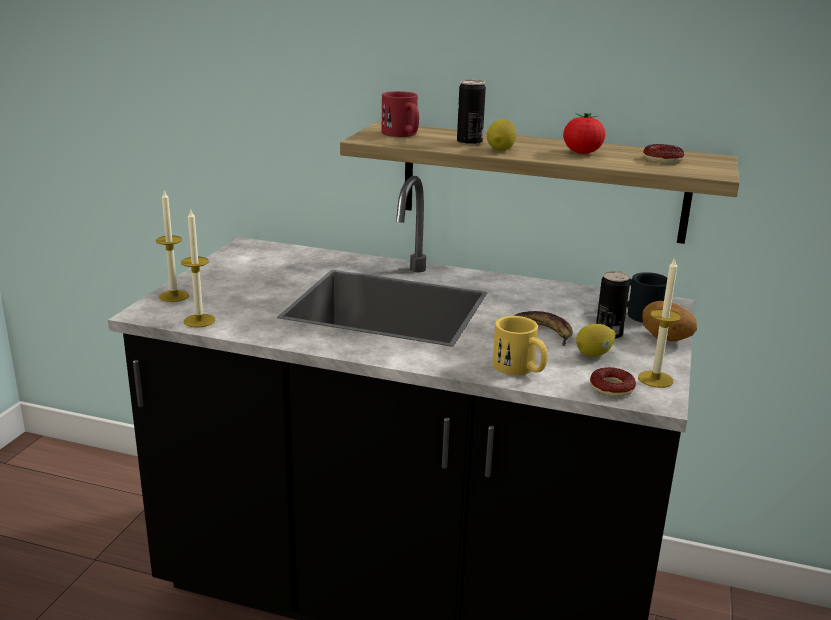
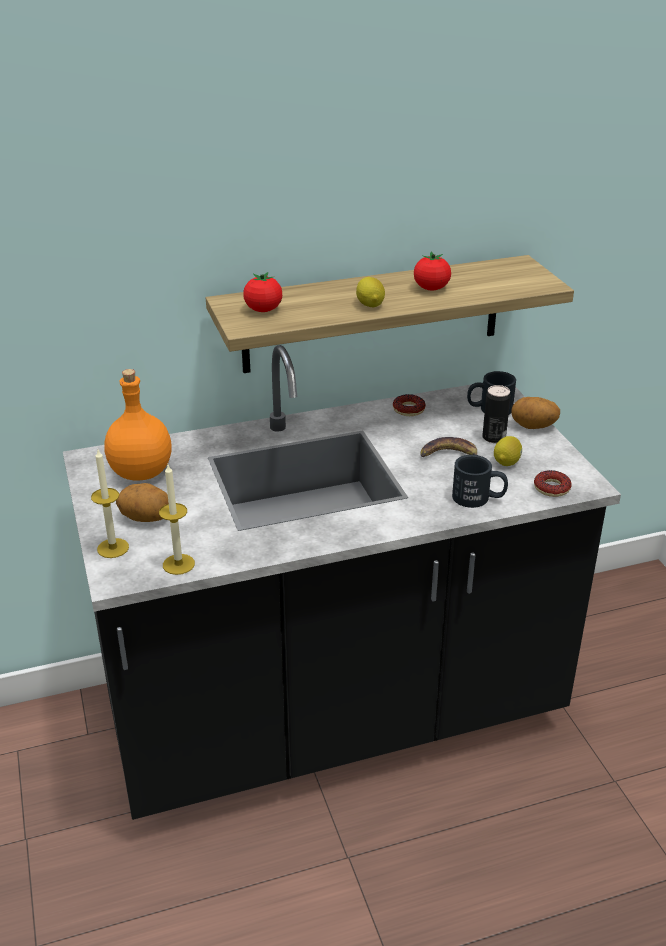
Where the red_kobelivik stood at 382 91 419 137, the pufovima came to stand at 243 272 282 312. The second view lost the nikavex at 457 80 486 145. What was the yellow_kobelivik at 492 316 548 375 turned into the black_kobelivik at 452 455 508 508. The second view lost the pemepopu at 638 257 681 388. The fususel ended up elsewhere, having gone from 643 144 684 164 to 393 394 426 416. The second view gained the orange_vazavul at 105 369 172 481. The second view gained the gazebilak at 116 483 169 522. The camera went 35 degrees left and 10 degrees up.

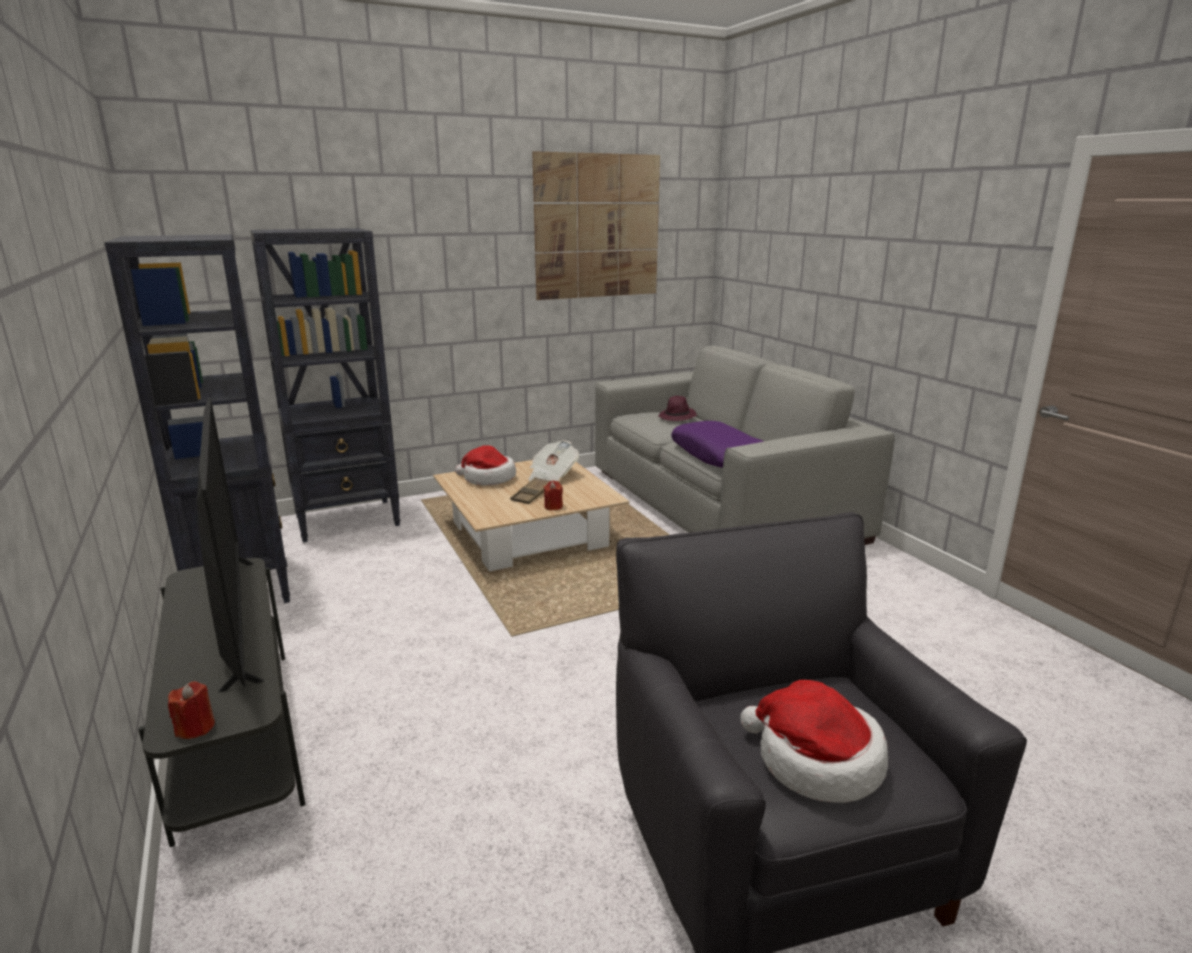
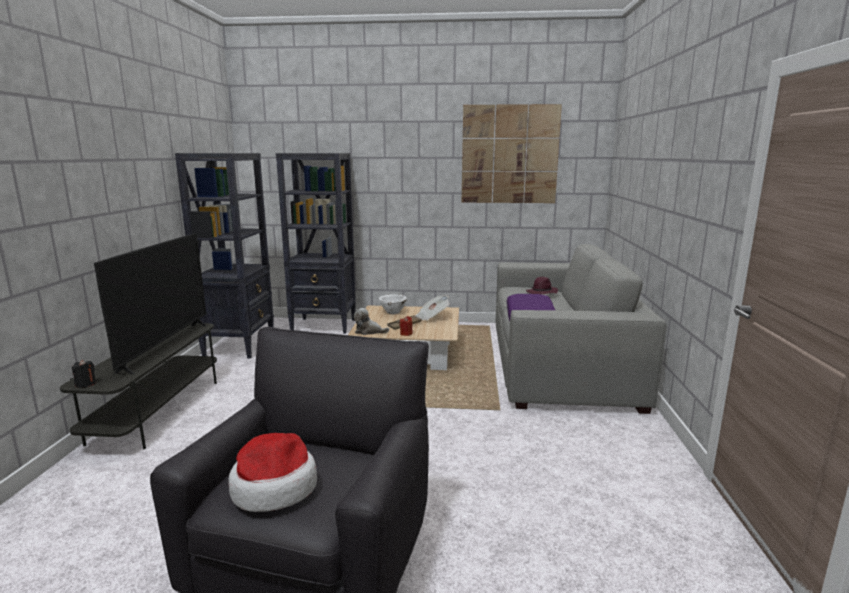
What was the red_pemepopu at 168 682 215 739 turned into the black_pemepopu at 72 360 96 388. Where the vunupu stood at 455 445 516 486, the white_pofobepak came to stand at 379 295 407 314. The second view gained the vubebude at 353 308 389 335. The camera went 30 degrees right and 5 degrees down.

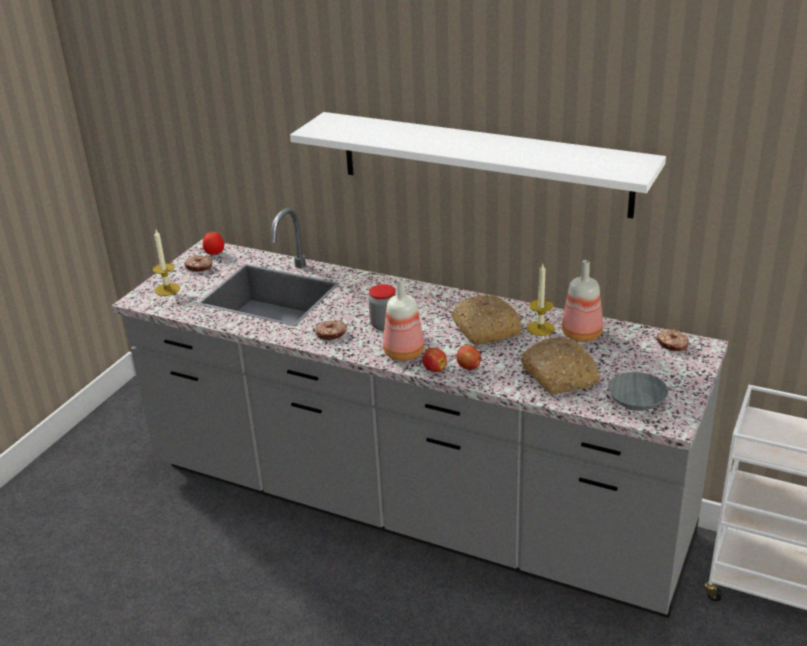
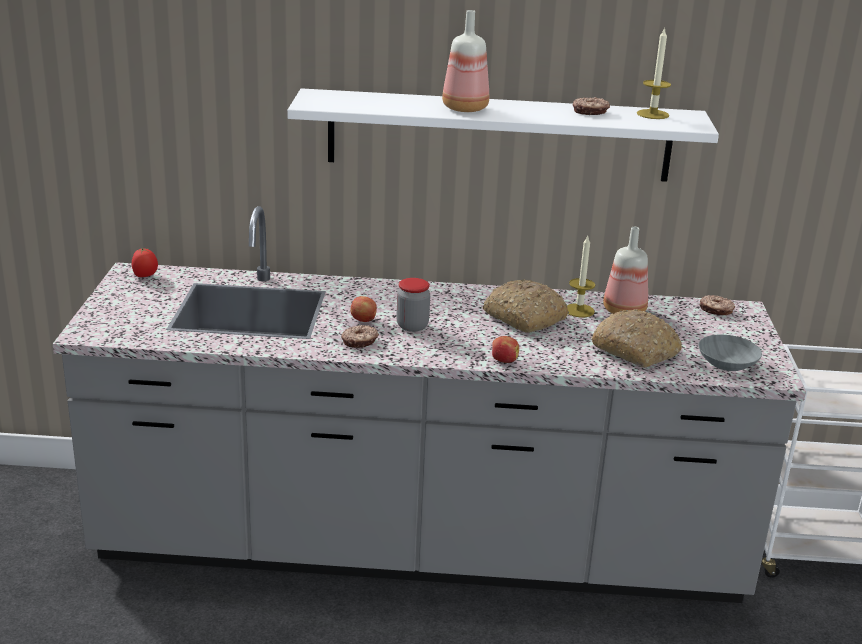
The pemepopu ended up elsewhere, having gone from 152 230 180 296 to 637 27 671 119. The fususel ended up elsewhere, having gone from 184 255 212 272 to 573 97 610 115. The vazavul ended up elsewhere, having gone from 383 278 424 361 to 442 10 489 112. The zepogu ended up elsewhere, having gone from 456 345 481 370 to 350 296 377 322. The camera went 25 degrees left and 5 degrees down.

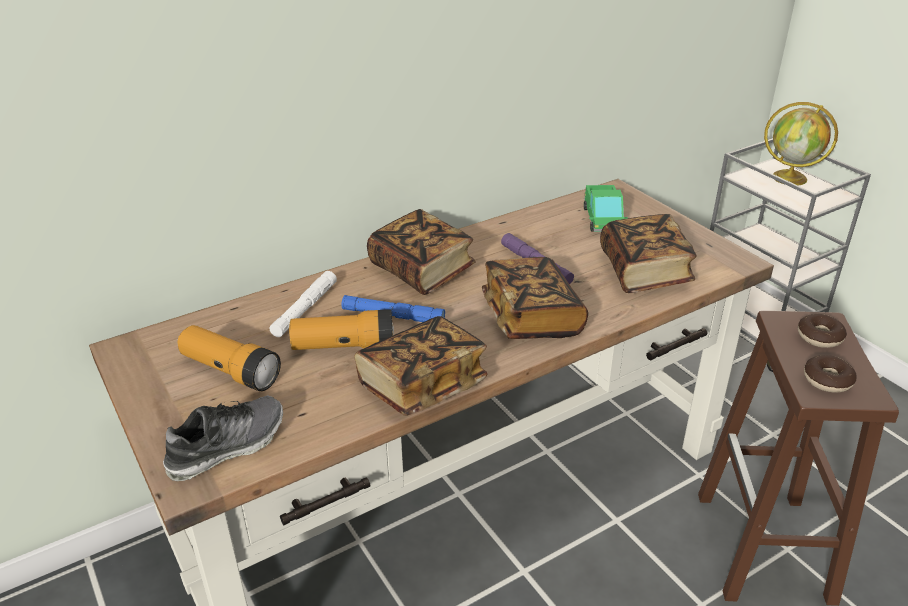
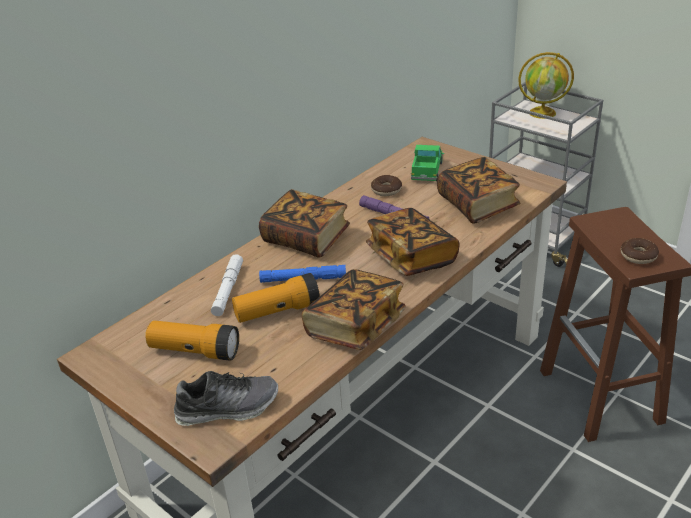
The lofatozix at 163 395 283 481 ended up facing another way, 45 degrees clockwise from before. The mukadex at 584 185 628 232 ended up facing another way, 150 degrees counterclockwise from before. The fususel ended up elsewhere, having gone from 798 314 847 348 to 371 175 402 196. The camera went 15 degrees left and 0 degrees up.

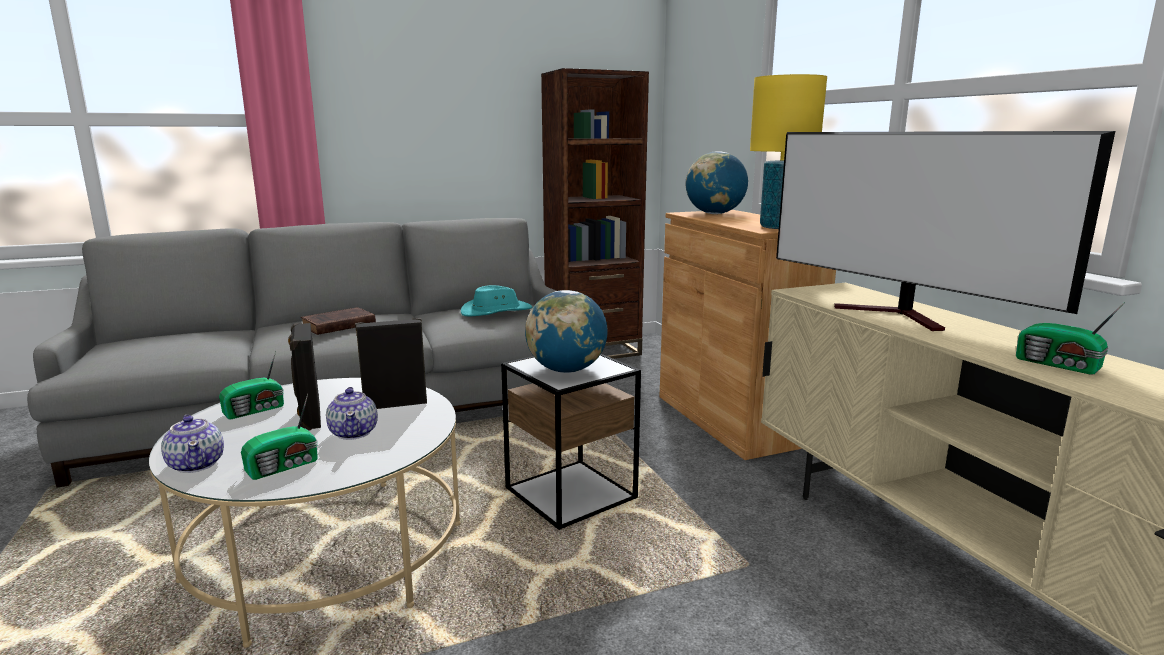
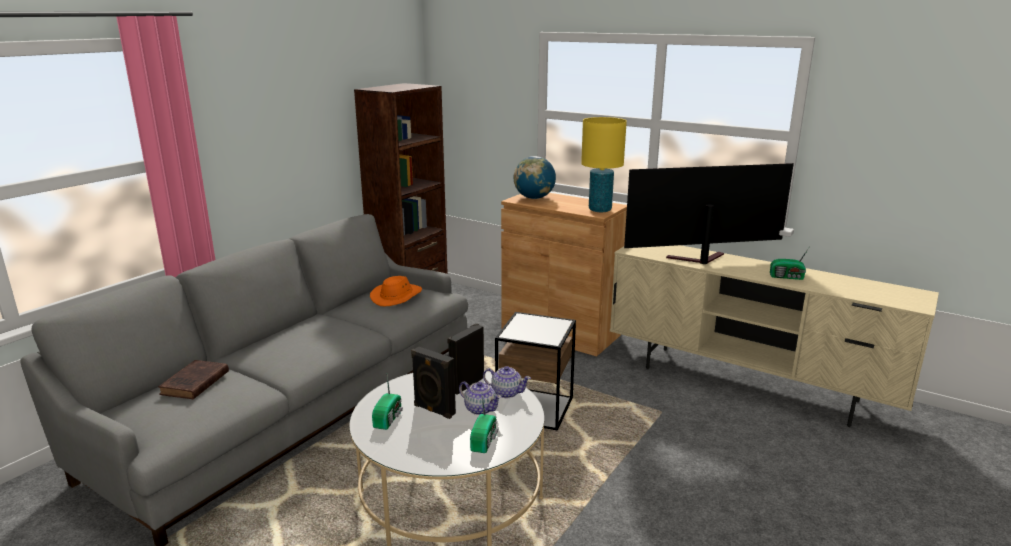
The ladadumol ended up elsewhere, having gone from 161 415 224 473 to 483 366 531 398. The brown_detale ended up elsewhere, having gone from 301 307 376 335 to 158 360 229 399. What was the turquoise_vunupu at 461 285 532 316 turned into the orange_vunupu at 370 276 422 306. The second view lost the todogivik at 525 290 608 373. The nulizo at 776 131 1115 331 ended up facing another way, 150 degrees clockwise from before. The camera went 35 degrees left and 5 degrees up.

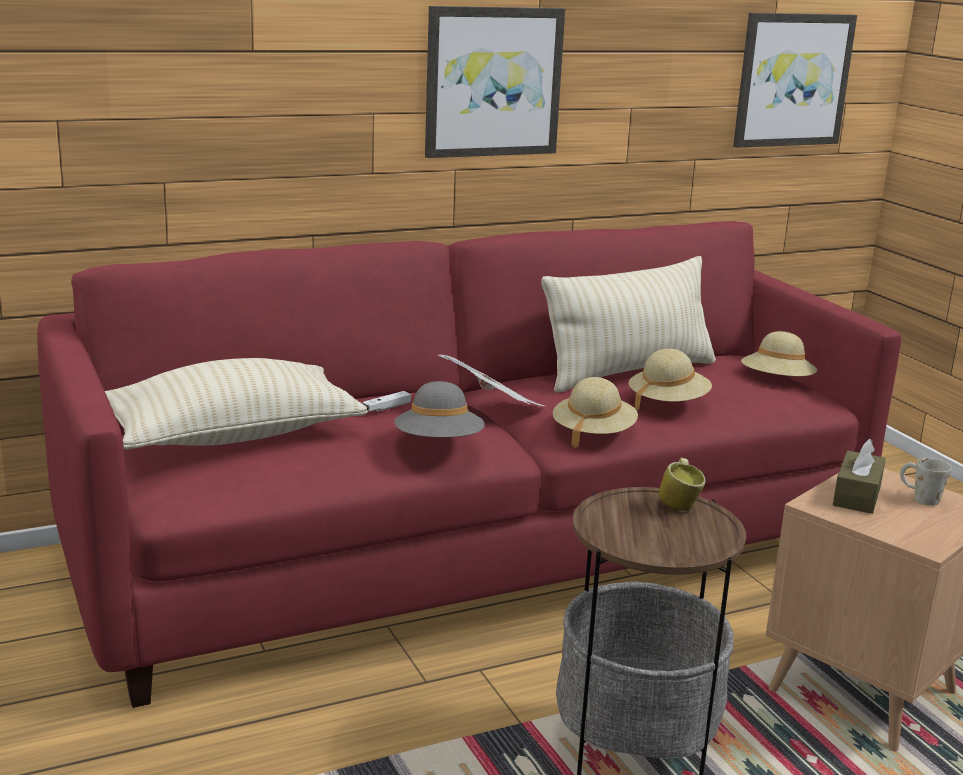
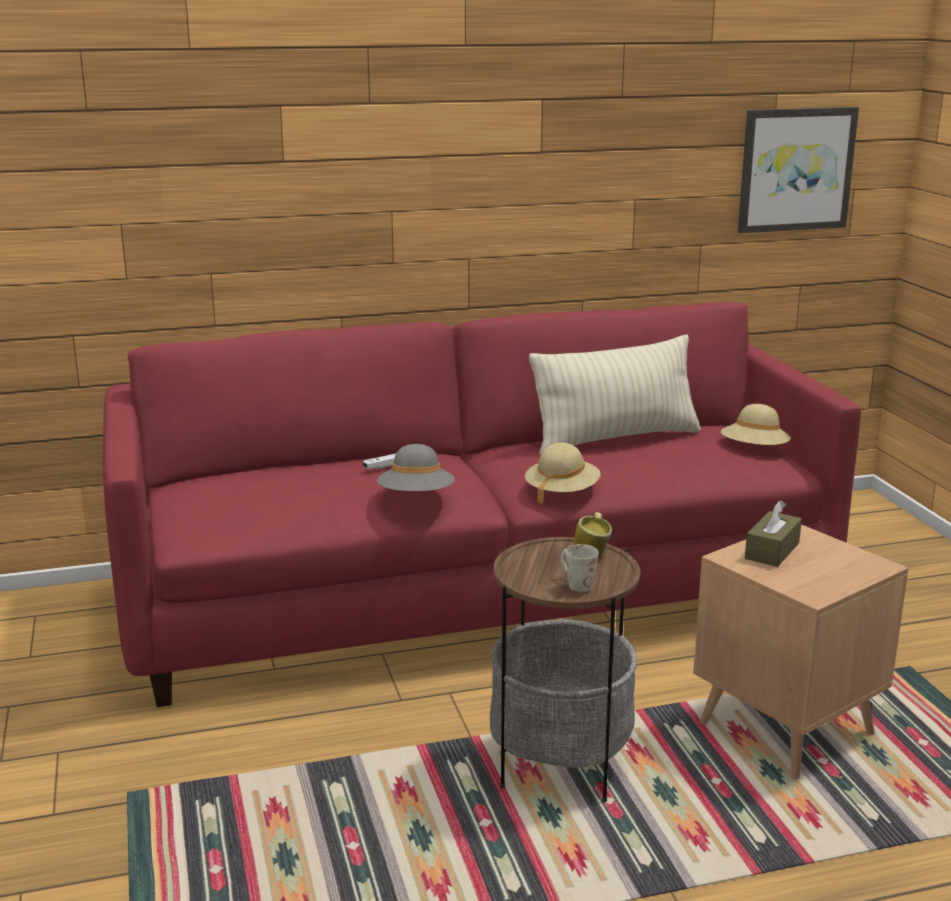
The second view lost the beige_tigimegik at 105 358 368 450. The second view lost the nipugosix at 425 6 565 158. The second view lost the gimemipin at 437 354 545 406. The second view lost the beige_vunupu at 629 348 712 411. The white_kobelivik ended up elsewhere, having gone from 900 458 951 506 to 561 544 598 592. The camera went 10 degrees right and 0 degrees up.

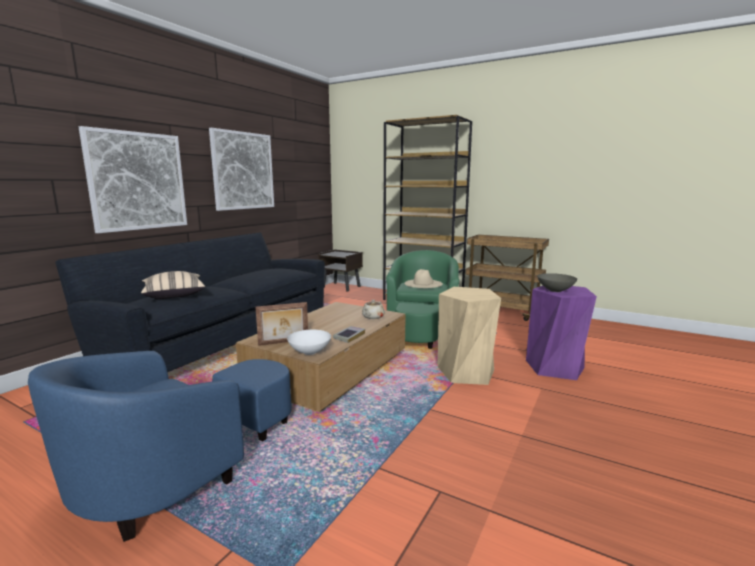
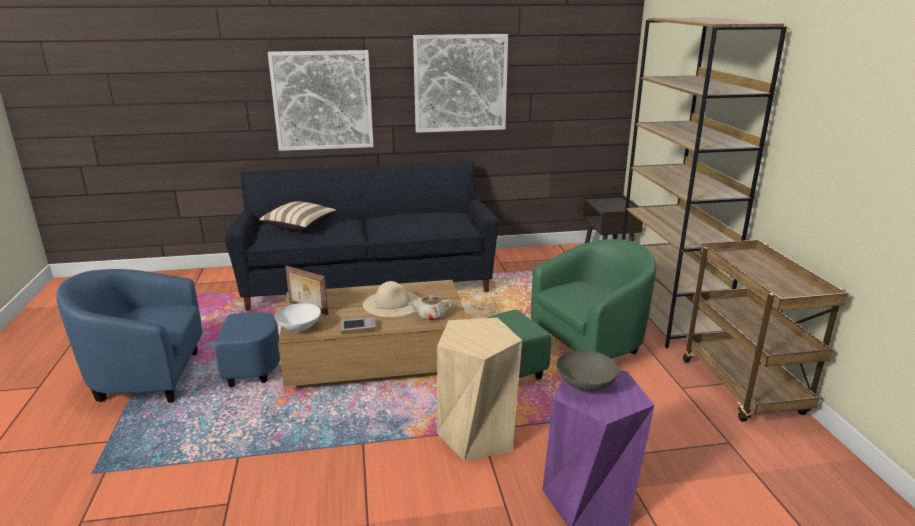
The beige_vunupu ended up elsewhere, having gone from 405 269 443 288 to 363 281 421 317. The camera went 50 degrees right and 10 degrees up.

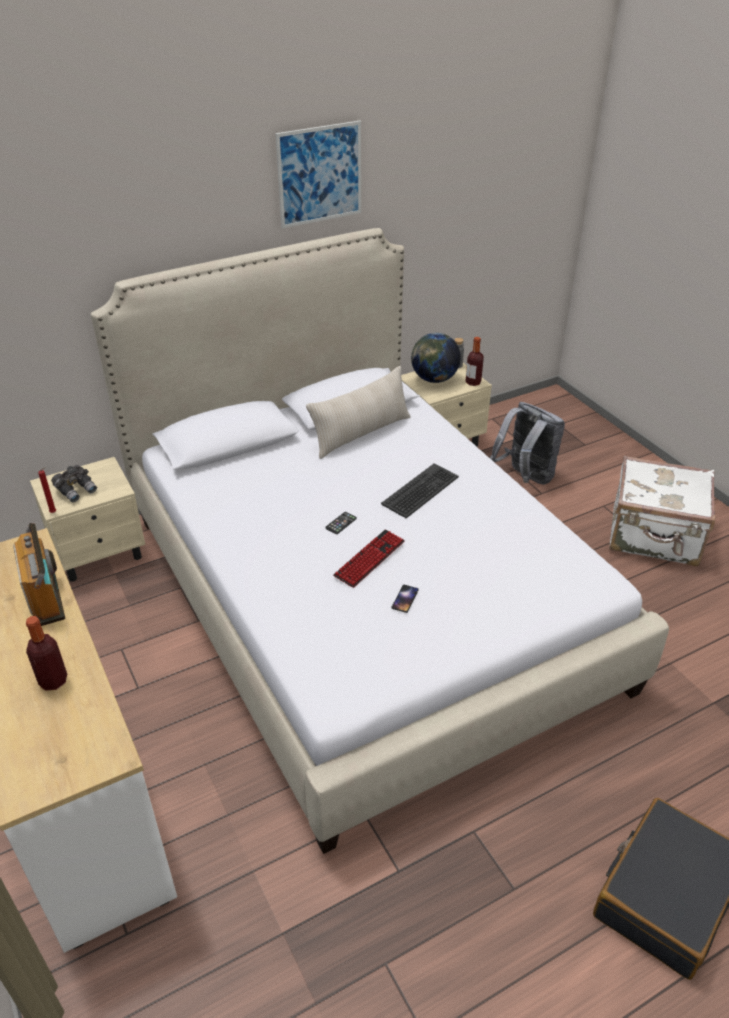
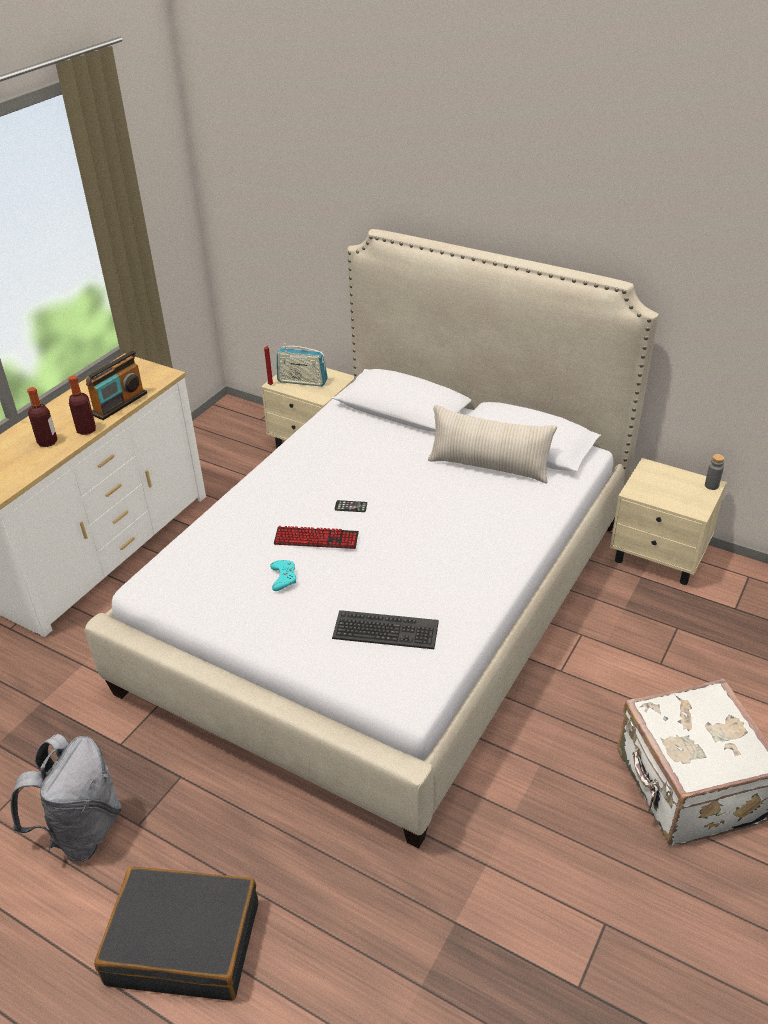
Where the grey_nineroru stood at 51 465 97 502, the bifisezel came to stand at 277 343 328 387. The second view lost the nipugosix at 276 121 361 228. The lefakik ended up elsewhere, having gone from 381 463 459 518 to 332 610 439 649. Where the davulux stood at 391 585 419 613, the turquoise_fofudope came to stand at 270 560 296 591. The second view lost the todogivik at 411 333 461 383. The vazavul ended up elsewhere, having gone from 465 337 484 386 to 69 376 96 435. The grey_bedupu ended up elsewhere, having gone from 490 402 565 485 to 10 734 122 862. The camera went 60 degrees right and 0 degrees up.

